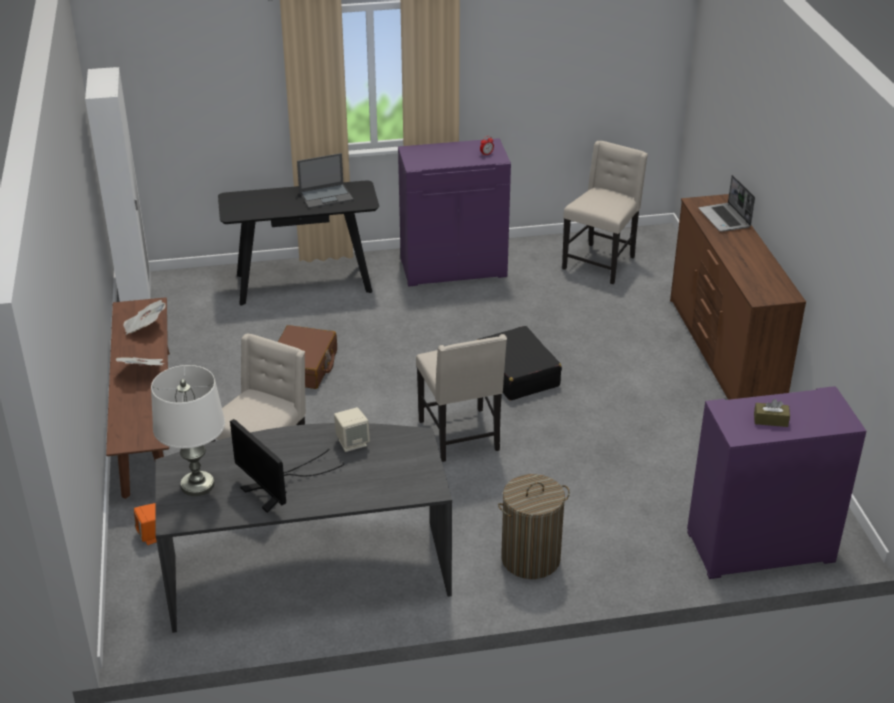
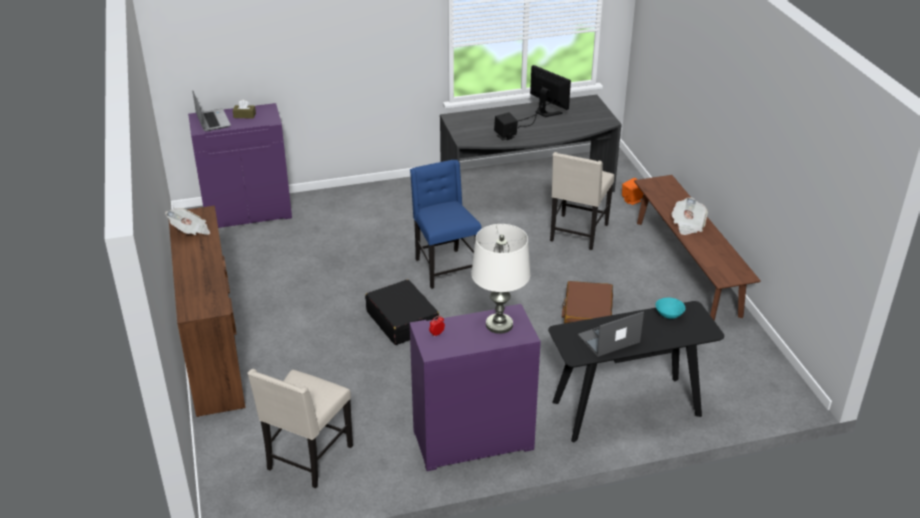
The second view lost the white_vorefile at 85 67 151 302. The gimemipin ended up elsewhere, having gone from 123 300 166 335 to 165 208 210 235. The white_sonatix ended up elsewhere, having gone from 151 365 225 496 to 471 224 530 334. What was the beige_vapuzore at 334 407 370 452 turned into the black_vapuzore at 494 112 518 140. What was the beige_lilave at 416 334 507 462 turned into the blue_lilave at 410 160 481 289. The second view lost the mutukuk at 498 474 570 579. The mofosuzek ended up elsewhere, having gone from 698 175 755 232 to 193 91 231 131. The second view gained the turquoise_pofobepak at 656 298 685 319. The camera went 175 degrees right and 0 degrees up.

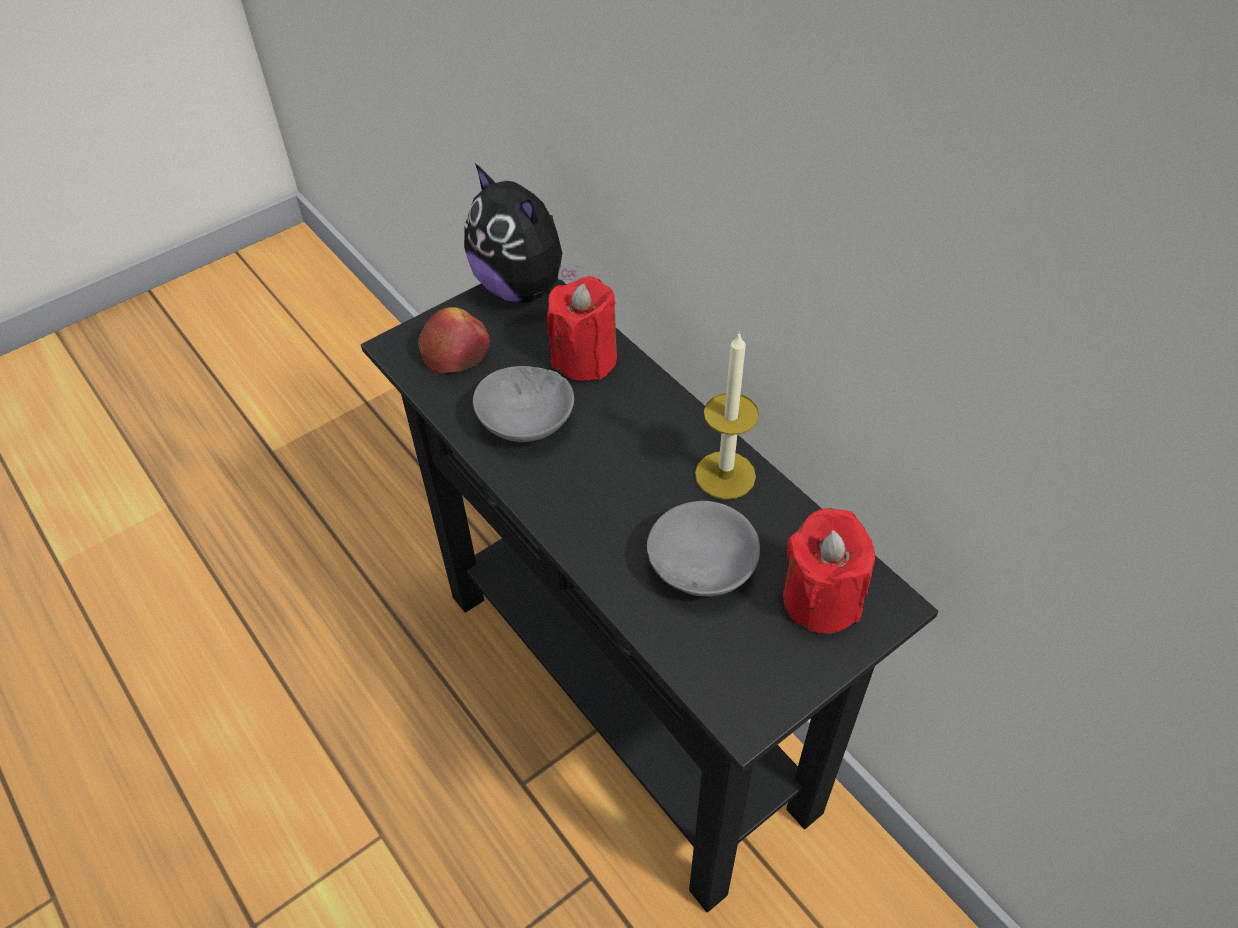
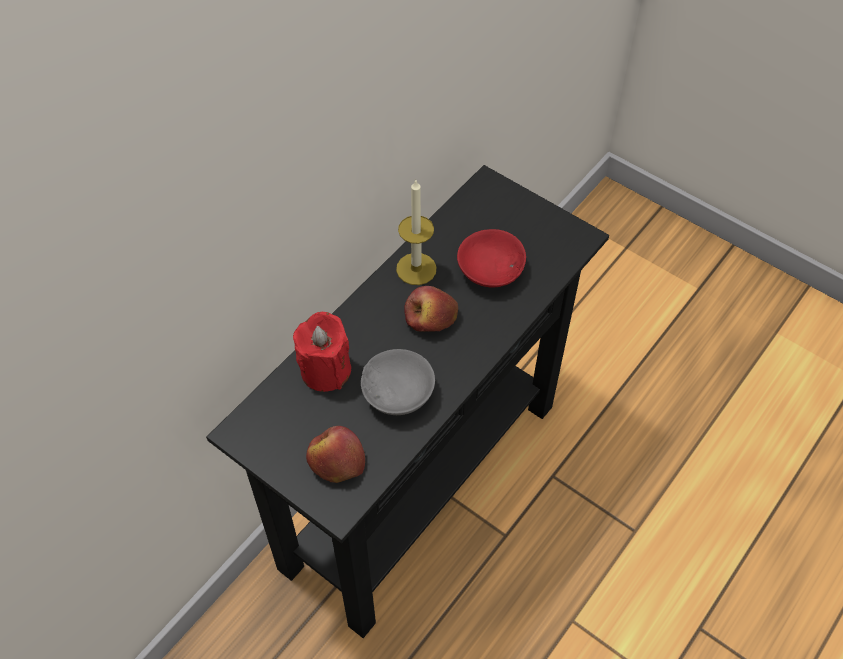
The second view lost the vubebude at 464 164 580 303. What was the grey_pofobepak at 647 501 760 597 turned into the red_pofobepak at 457 229 526 287. The second view lost the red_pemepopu at 783 508 875 634. The second view gained the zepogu at 404 286 458 331. The camera went 105 degrees left and 5 degrees up.

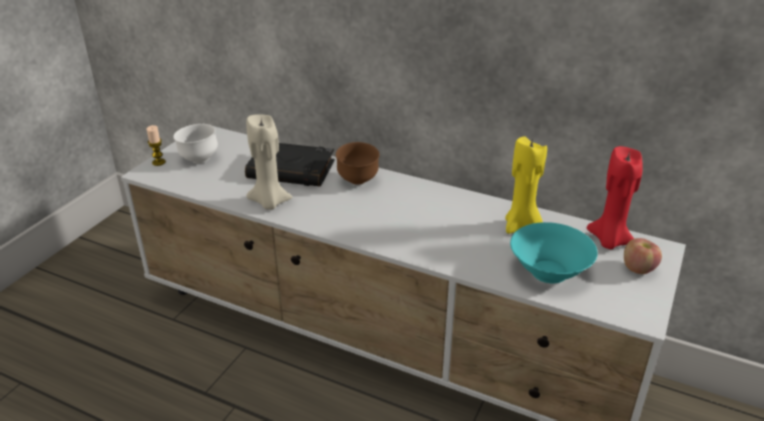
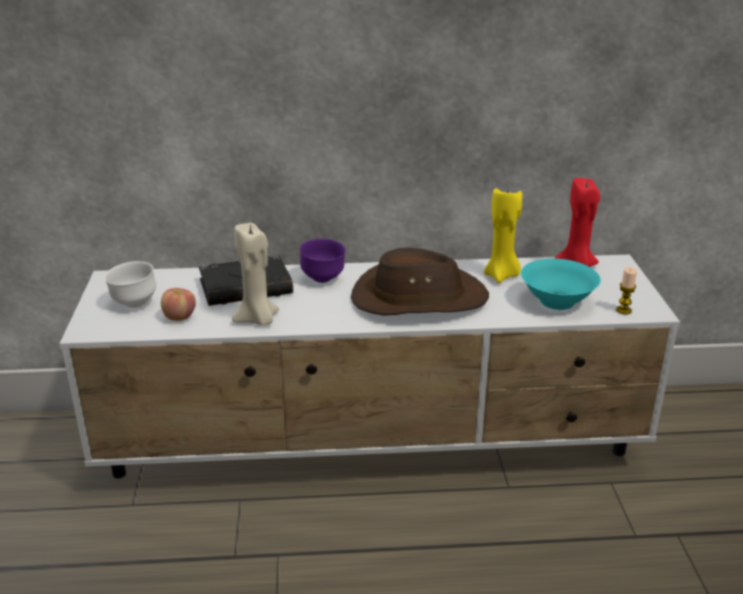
The pemepopu ended up elsewhere, having gone from 147 125 166 166 to 616 267 637 314. What was the brown_pofobepak at 336 142 379 185 turned into the purple_pofobepak at 300 238 346 283. The zepogu ended up elsewhere, having gone from 624 238 662 274 to 161 288 196 321. The second view gained the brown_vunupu at 351 248 489 316. The camera went 30 degrees left and 5 degrees down.

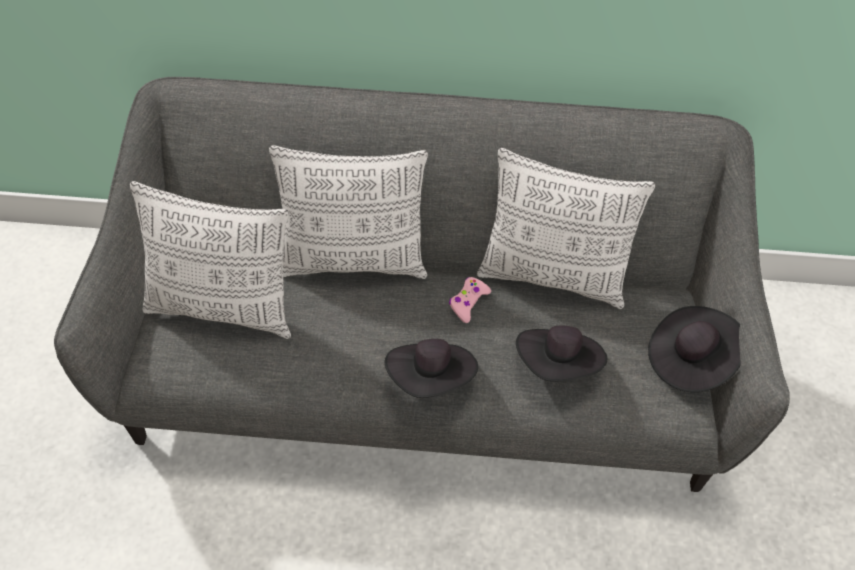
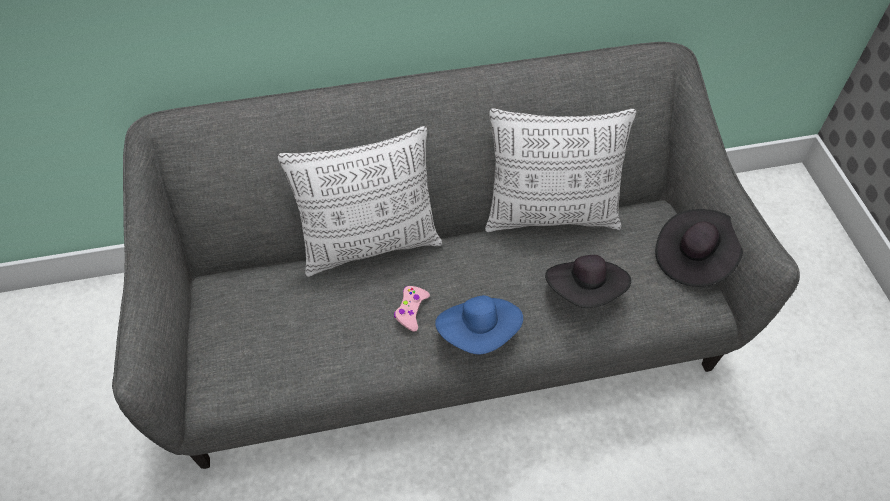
The second view lost the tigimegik at 130 181 291 339. What was the black_vunupu at 385 339 478 398 turned into the blue_vunupu at 435 295 523 355. The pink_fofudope ended up elsewhere, having gone from 449 277 491 323 to 394 286 430 332. The camera went 15 degrees left and 0 degrees up.

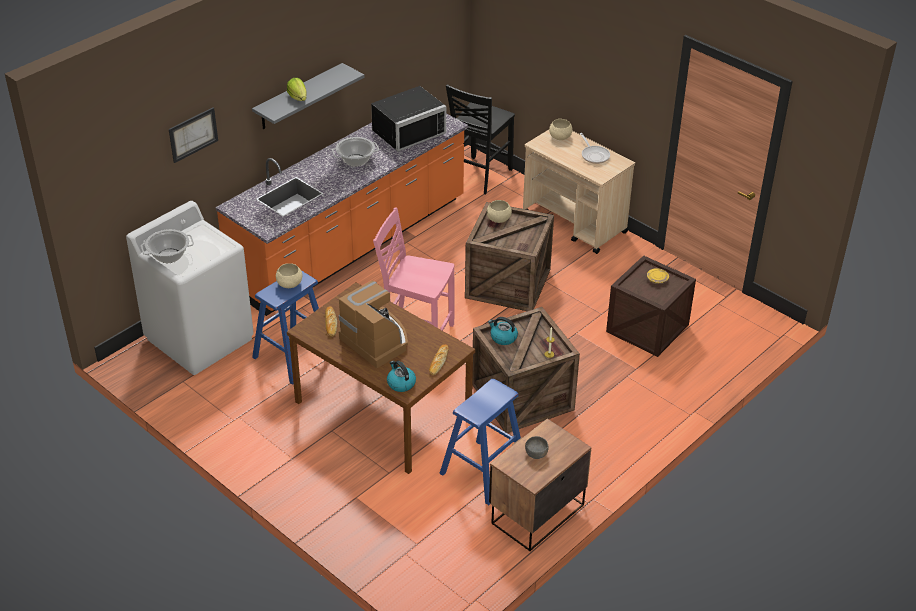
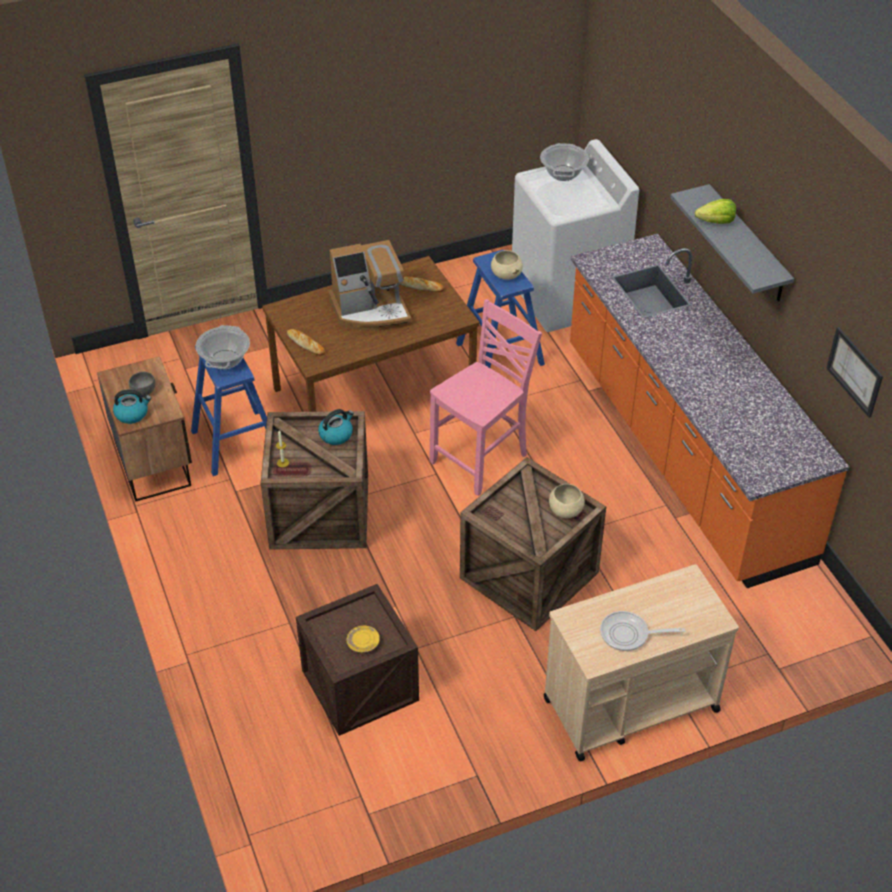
The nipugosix ended up elsewhere, having gone from 169 108 218 163 to 826 327 883 418. The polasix ended up elsewhere, having gone from 332 137 379 167 to 196 325 250 369. The second view lost the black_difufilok at 371 86 446 152. The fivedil ended up elsewhere, having gone from 387 361 416 392 to 113 389 151 424. The second view lost the black_lilave at 446 84 515 194. The second view lost the beige_pofobepak at 549 119 573 140. The camera went 115 degrees right and 5 degrees up.

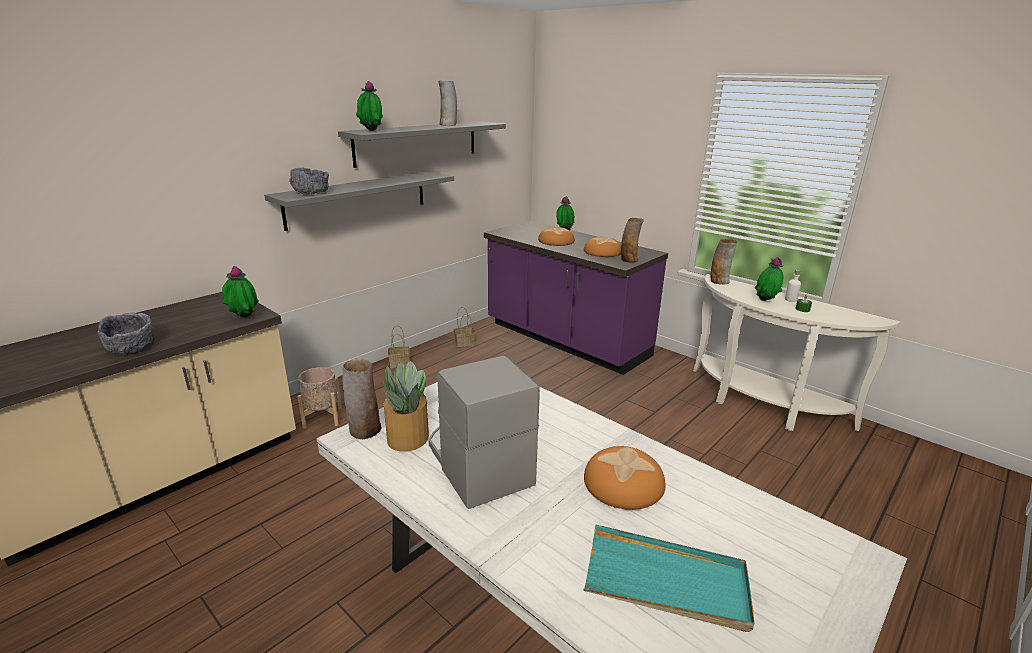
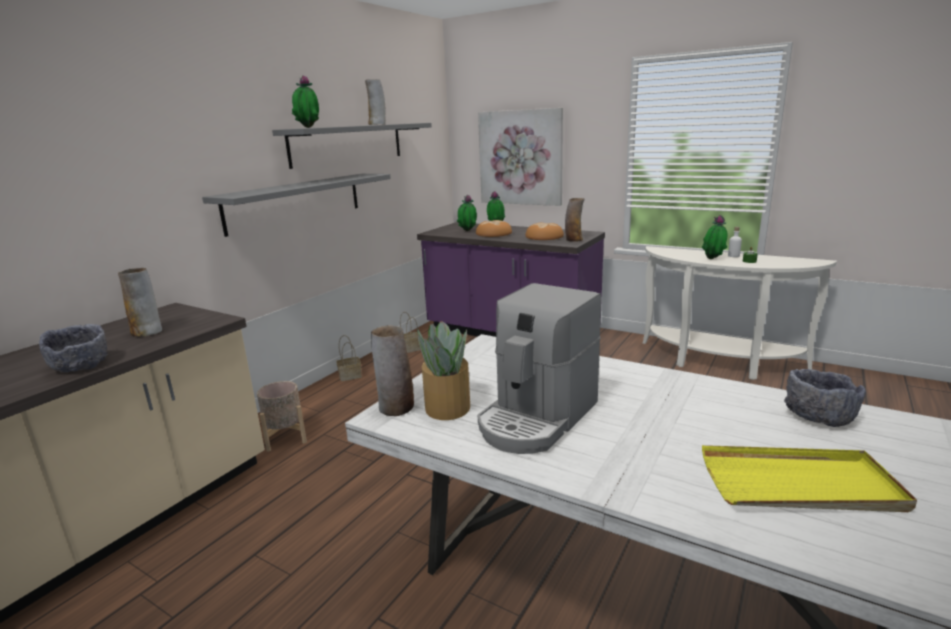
The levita ended up elsewhere, having gone from 222 266 259 318 to 456 195 477 231. The grey_pofobepak ended up elsewhere, having gone from 289 168 329 194 to 784 369 866 427. The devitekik at 428 356 540 509 ended up facing another way, 105 degrees counterclockwise from before. The second view lost the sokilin at 584 446 666 510. What was the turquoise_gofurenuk at 584 524 754 632 turned into the yellow_gofurenuk at 702 445 917 512. The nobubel ended up elsewhere, having gone from 710 239 737 284 to 118 268 162 337. The second view gained the nipugosix at 478 108 563 206. The camera went 10 degrees left and 5 degrees down.

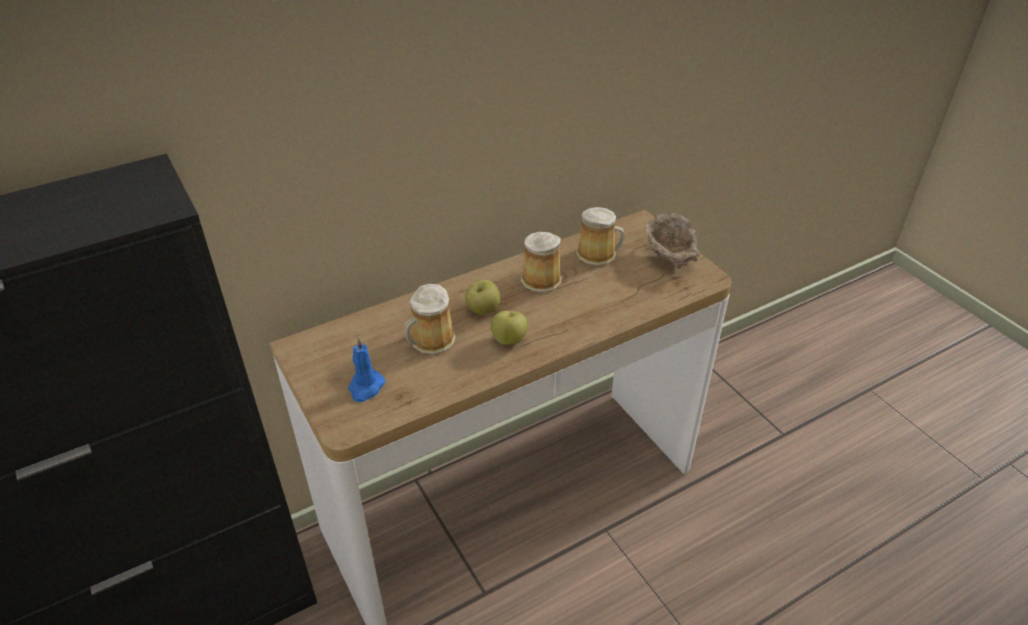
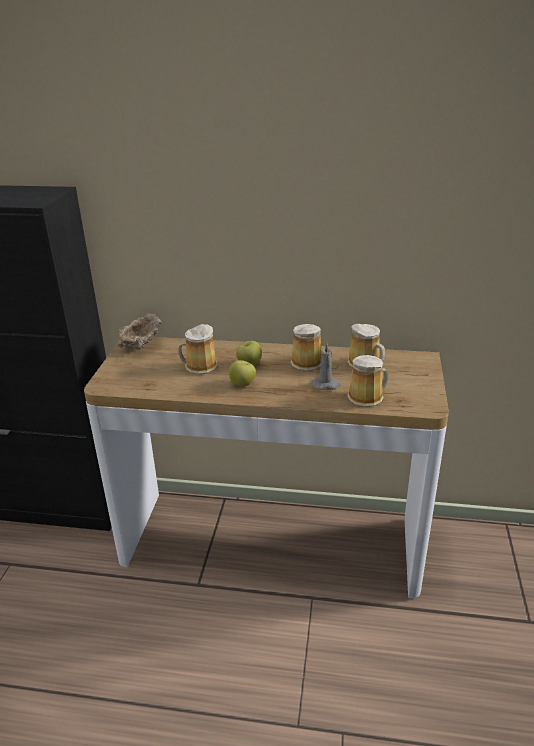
The second view lost the blue_pemepopu at 348 337 385 402. The beige_pofobepak ended up elsewhere, having gone from 645 213 700 269 to 119 313 161 349. The second view gained the grey_pemepopu at 312 343 342 390. The second view gained the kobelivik at 348 355 388 407. The camera went 40 degrees right and 10 degrees down.

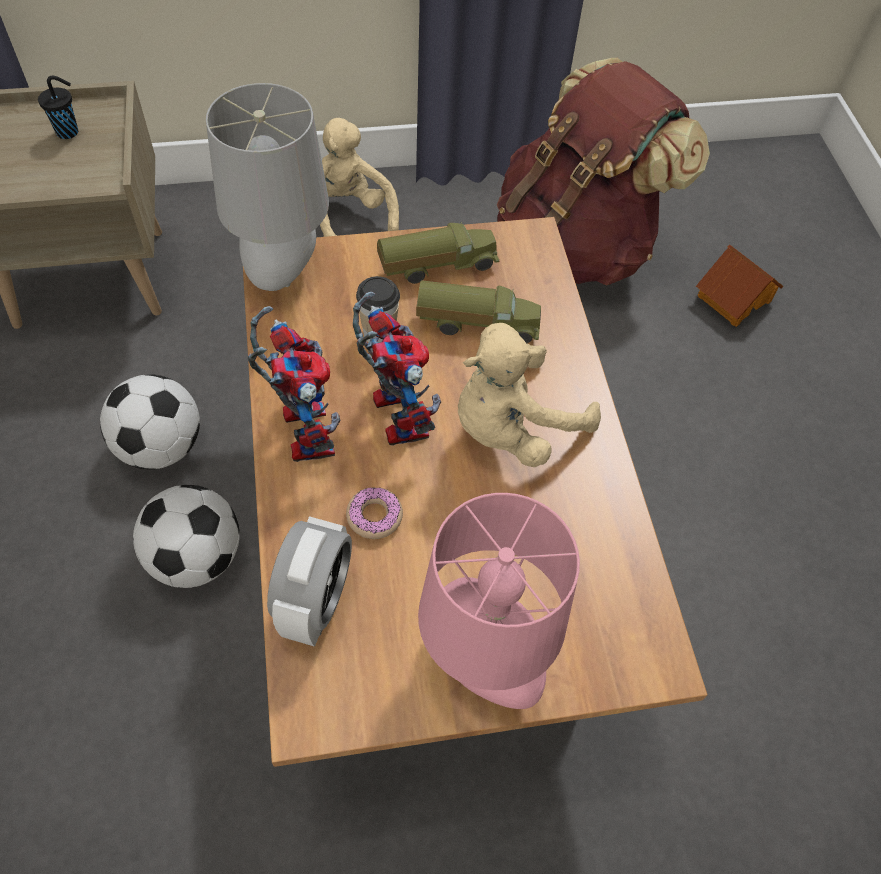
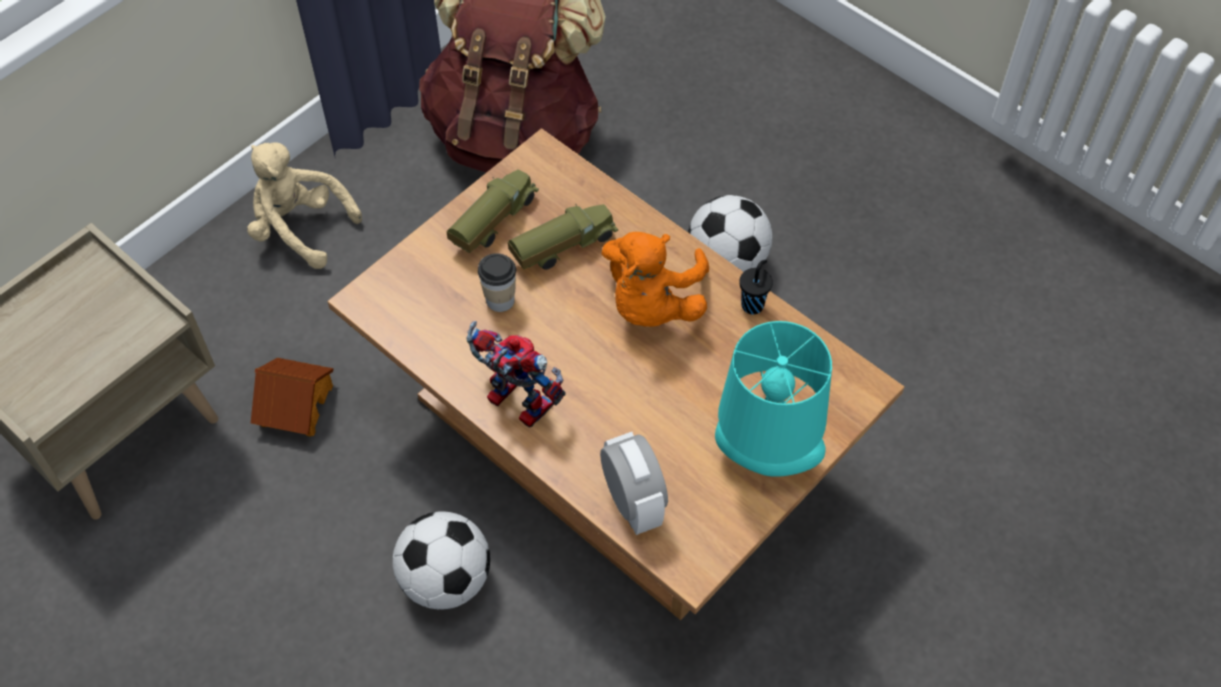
The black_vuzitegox ended up elsewhere, having gone from 38 76 78 139 to 740 260 773 314. The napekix ended up elsewhere, having gone from 100 374 200 469 to 688 195 772 272. The second view lost the grey_sonatix at 206 83 329 291. The second view lost the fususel at 346 487 403 539. The second view lost the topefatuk at 353 292 441 446. What was the pink_sonatix at 418 493 580 709 turned into the turquoise_sonatix at 715 321 832 477. What was the beige_vubebude at 458 323 601 467 turned into the orange_vubebude at 602 232 709 327. The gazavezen ended up elsewhere, having gone from 696 244 783 327 to 251 358 333 437. The camera went 35 degrees left and 0 degrees up.

